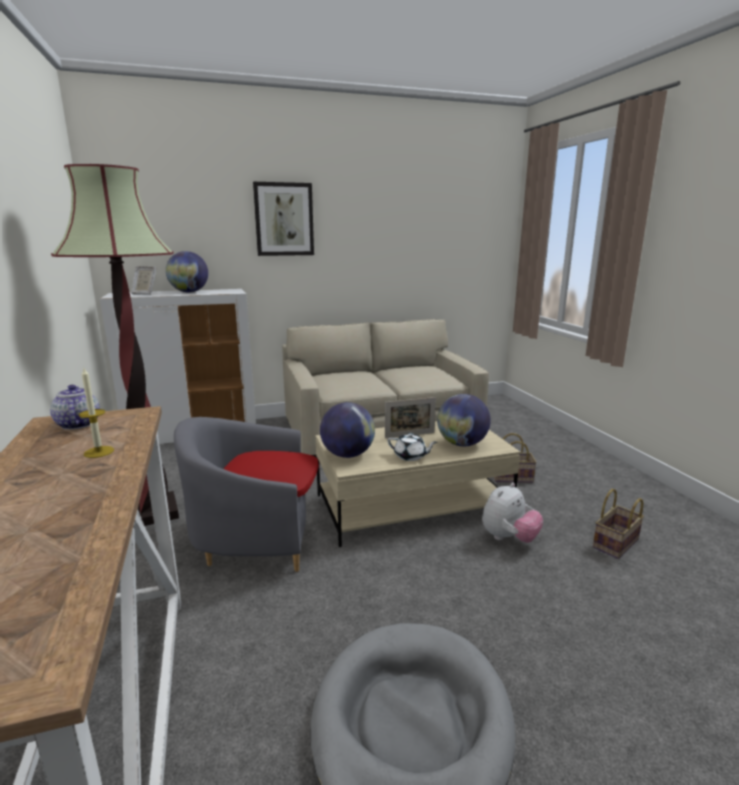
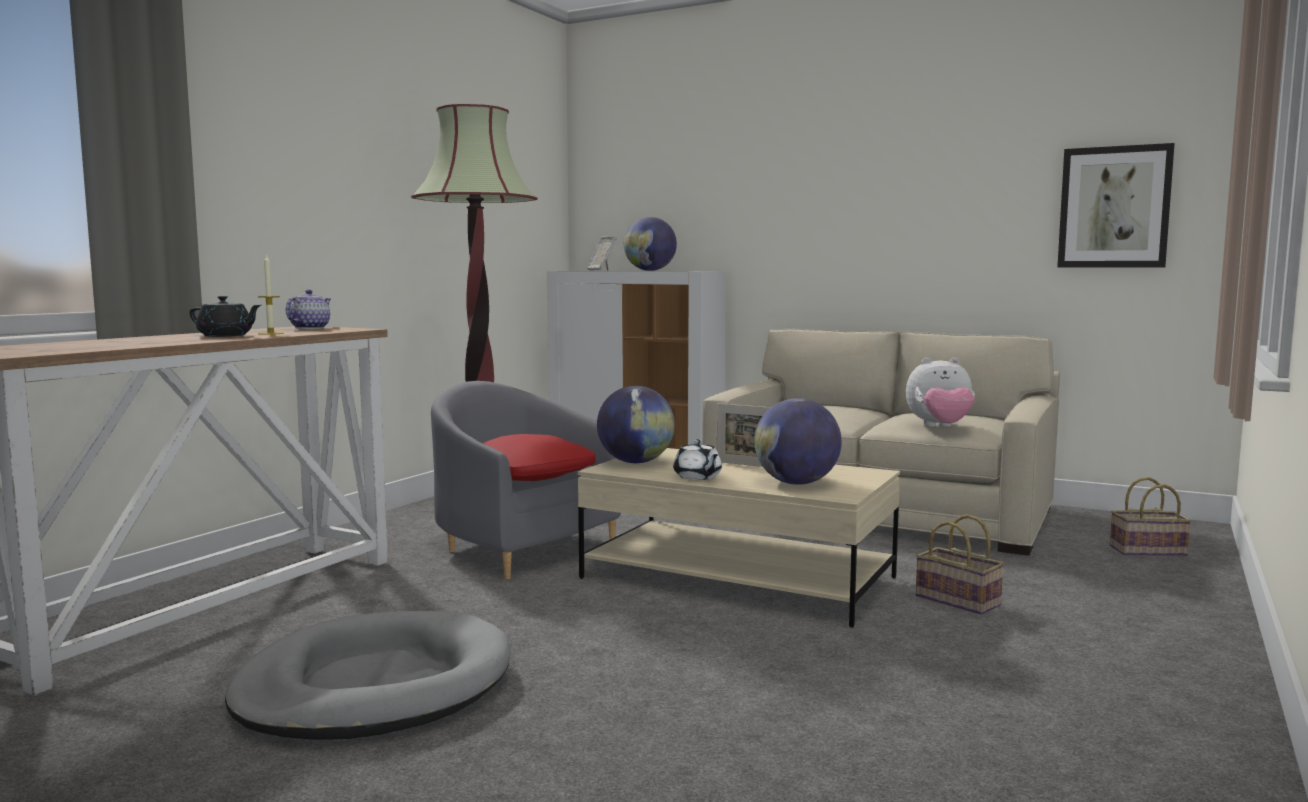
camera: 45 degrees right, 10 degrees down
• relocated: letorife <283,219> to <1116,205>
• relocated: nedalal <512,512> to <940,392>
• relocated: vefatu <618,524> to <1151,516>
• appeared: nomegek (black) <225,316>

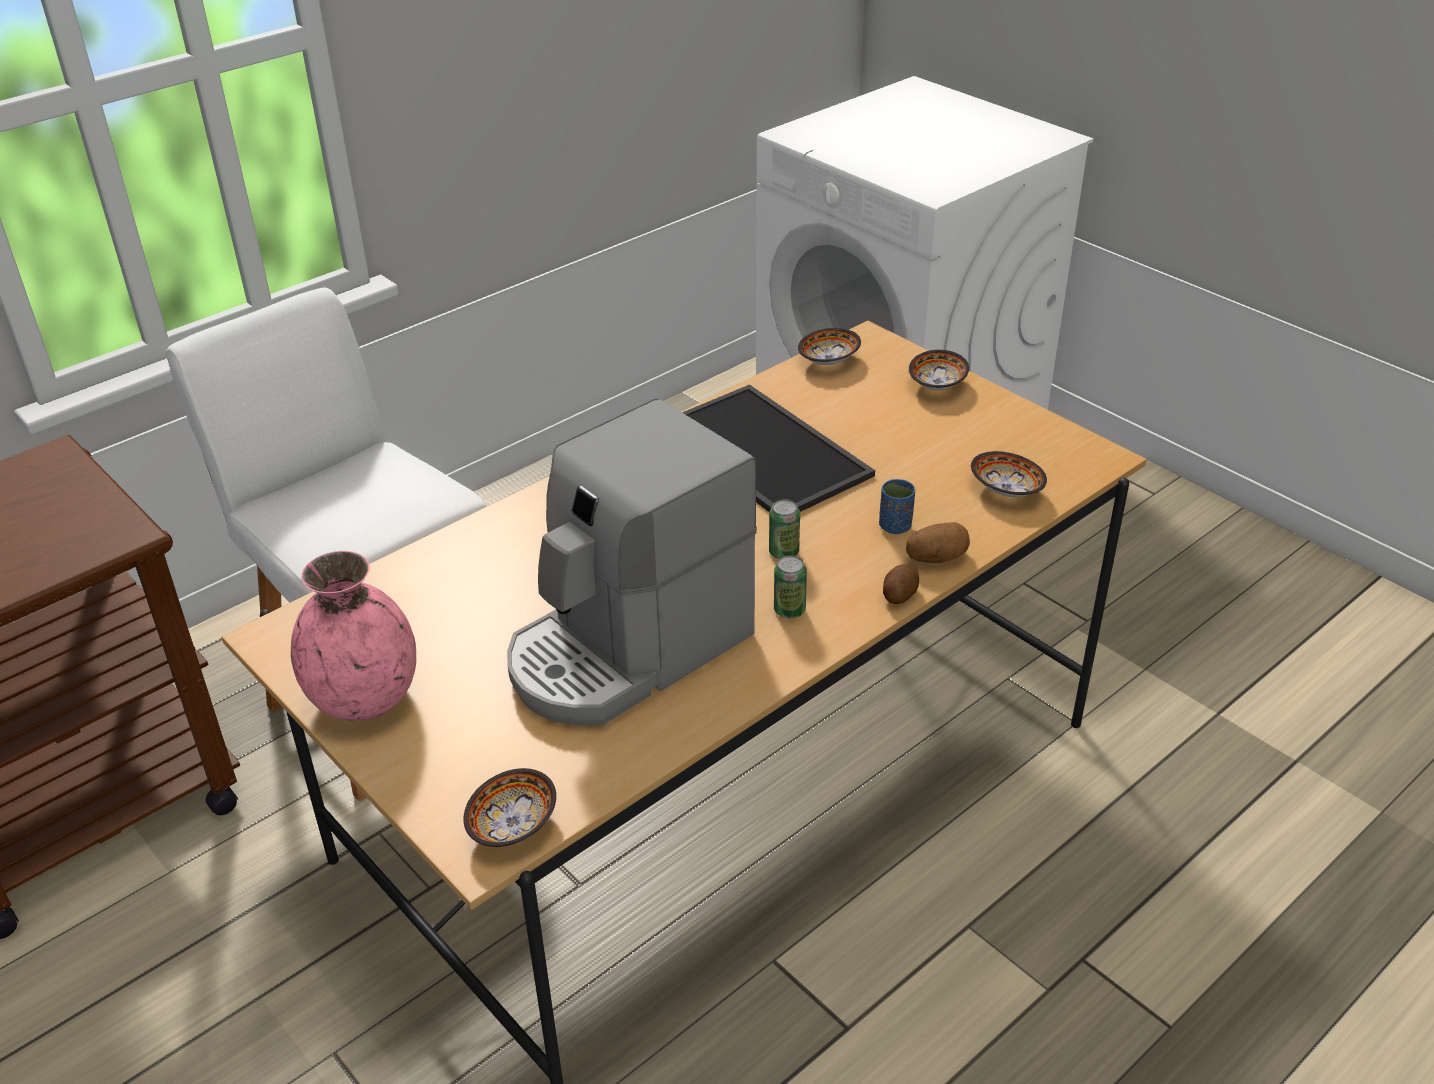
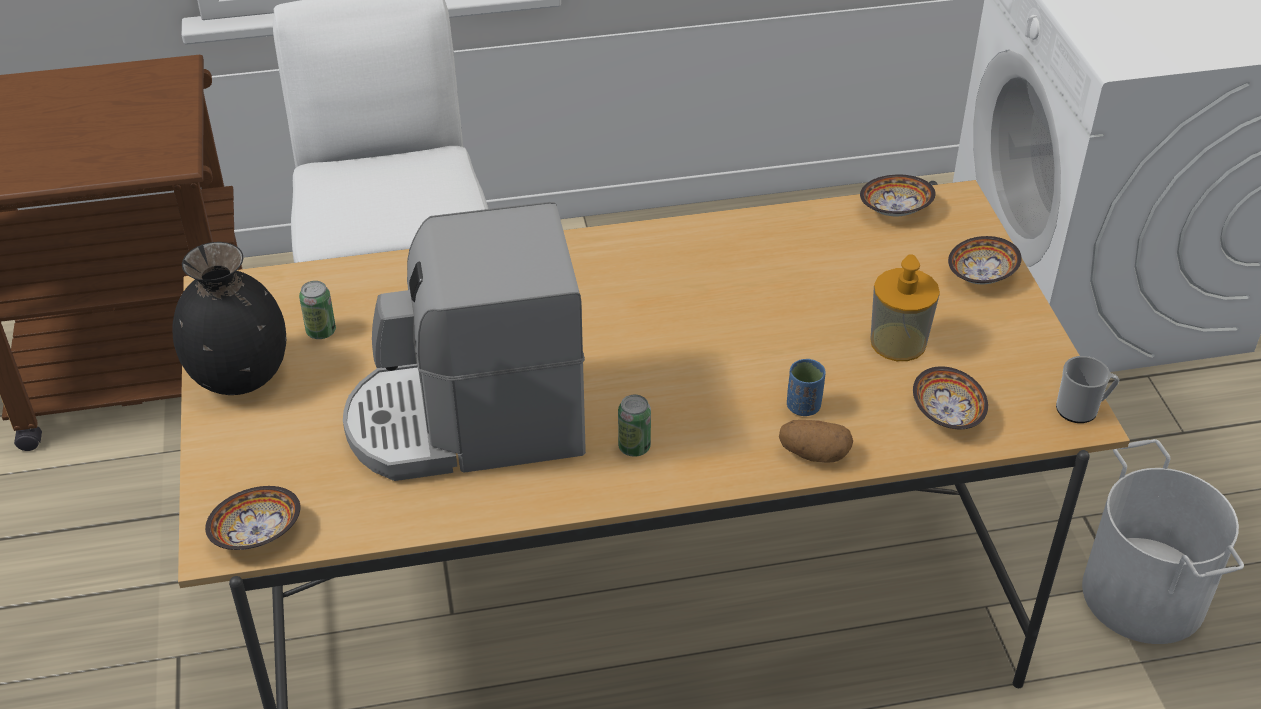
camera: 30 degrees right, 5 degrees up
• colour: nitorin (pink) <353,636> to nitorin (black) <229,318>
• missing: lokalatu <778,448>
• relocated: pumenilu <784,529> to <317,310>
• missing: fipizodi <901,584>
• appeared: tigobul <905,307>
• appeared: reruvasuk <1087,389>
• appeared: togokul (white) <1163,541>

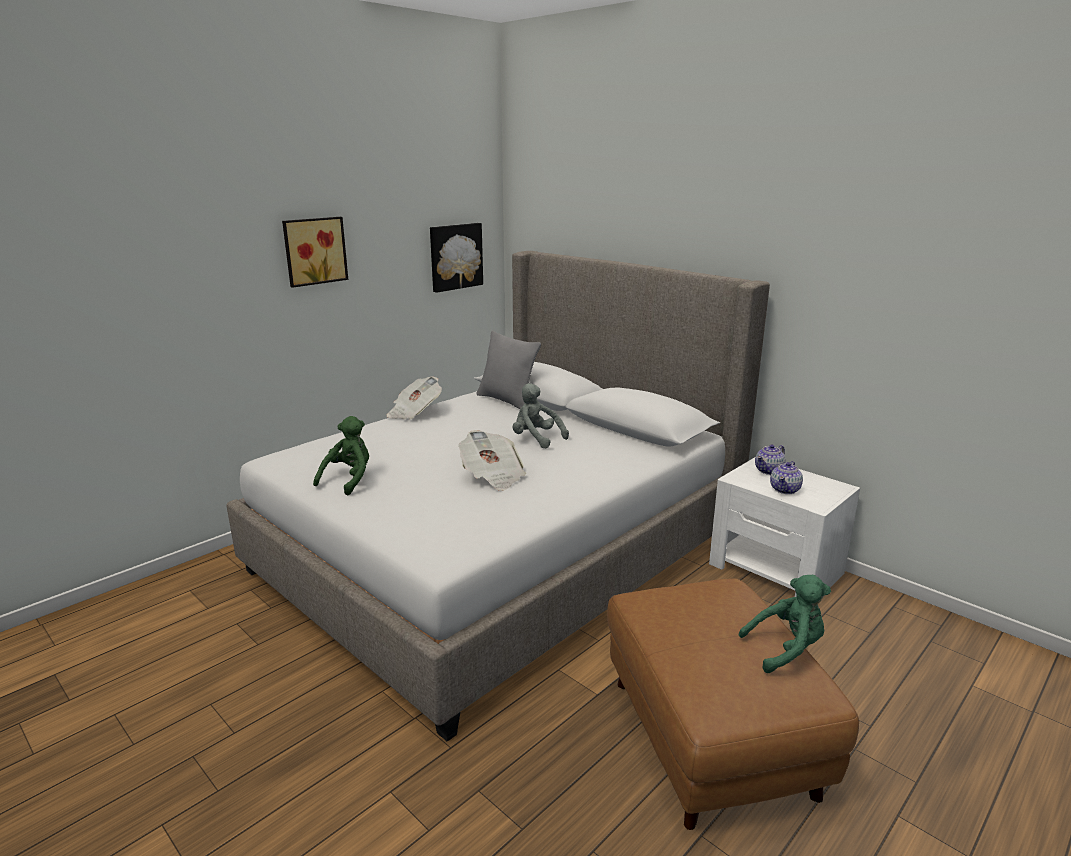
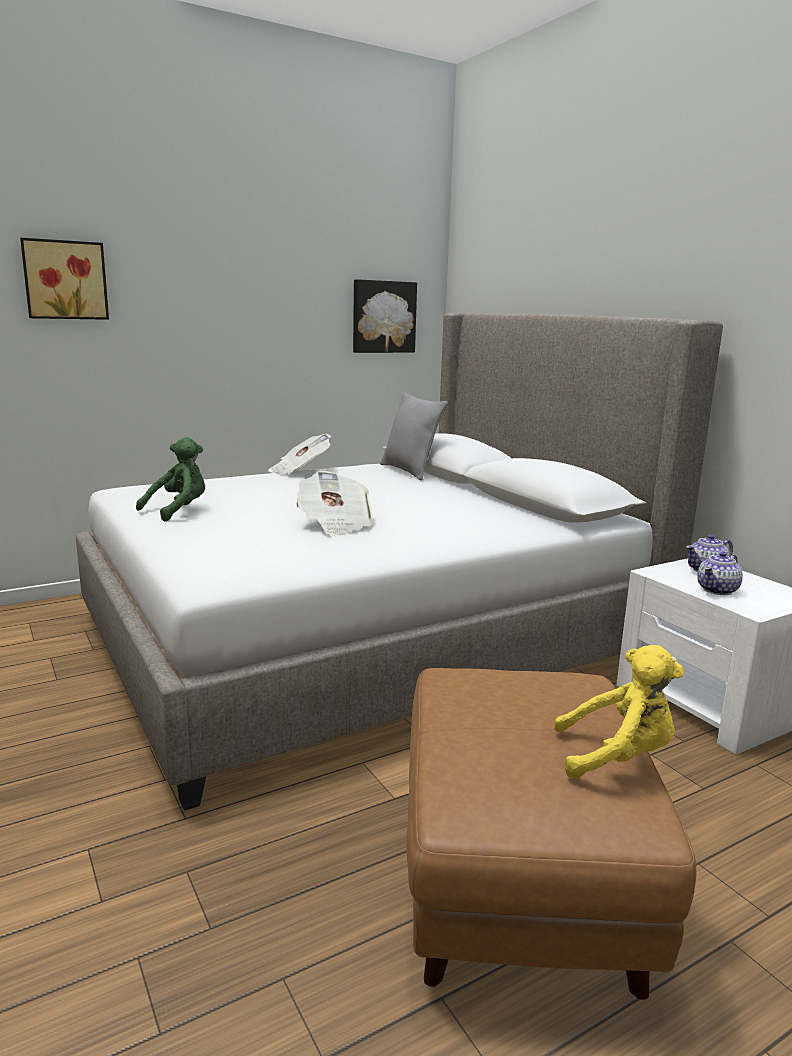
camera: 15 degrees right, 5 degrees down
• relocated: letorife <315,252> to <64,279>
• missing: nedalal (grey) <541,415>
• colour: nedalal (green) <785,624> to nedalal (yellow) <619,712>

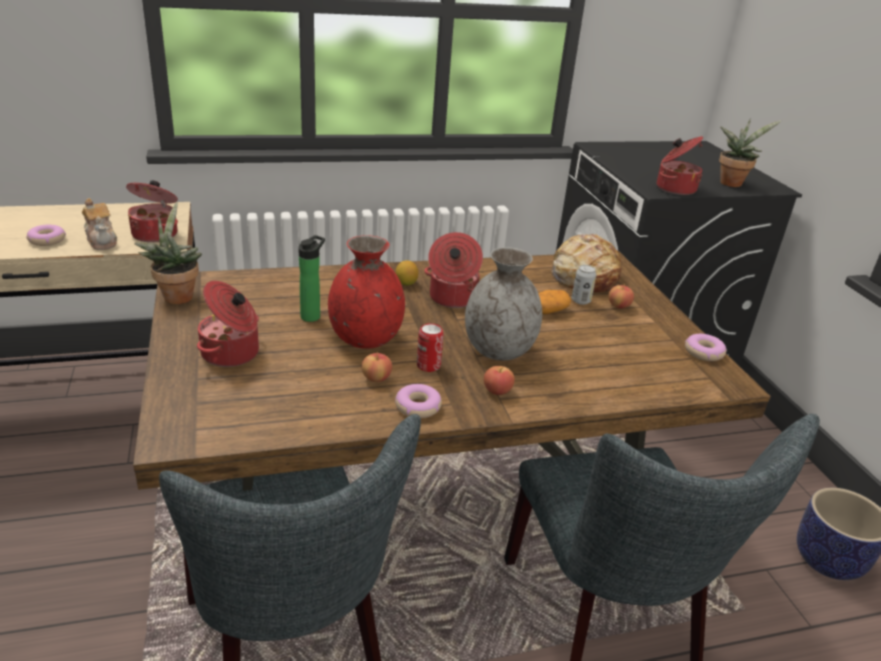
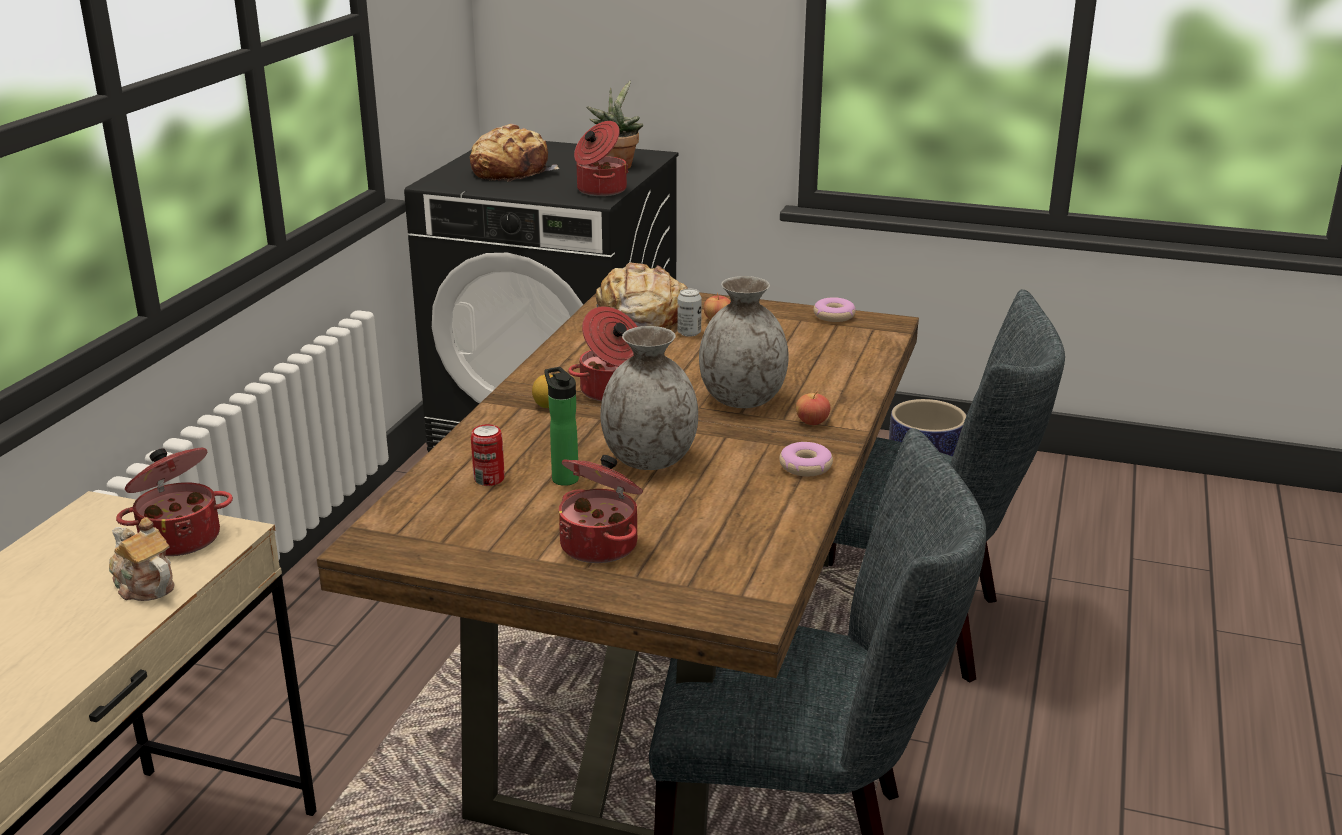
camera: 55 degrees left, 5 degrees down
• missing: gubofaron <46,235>
• spun: nomegek <99,224> = <141,559> 135 degrees counterclockwise
• missing: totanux <168,253>
• colour: nitorin (red) <366,292> to nitorin (grey) <649,398>
• missing: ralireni <377,367>
• relocated: pumenilu <430,347> to <488,455>
• missing: fipizodi <554,302>
• appeared: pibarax <514,153>

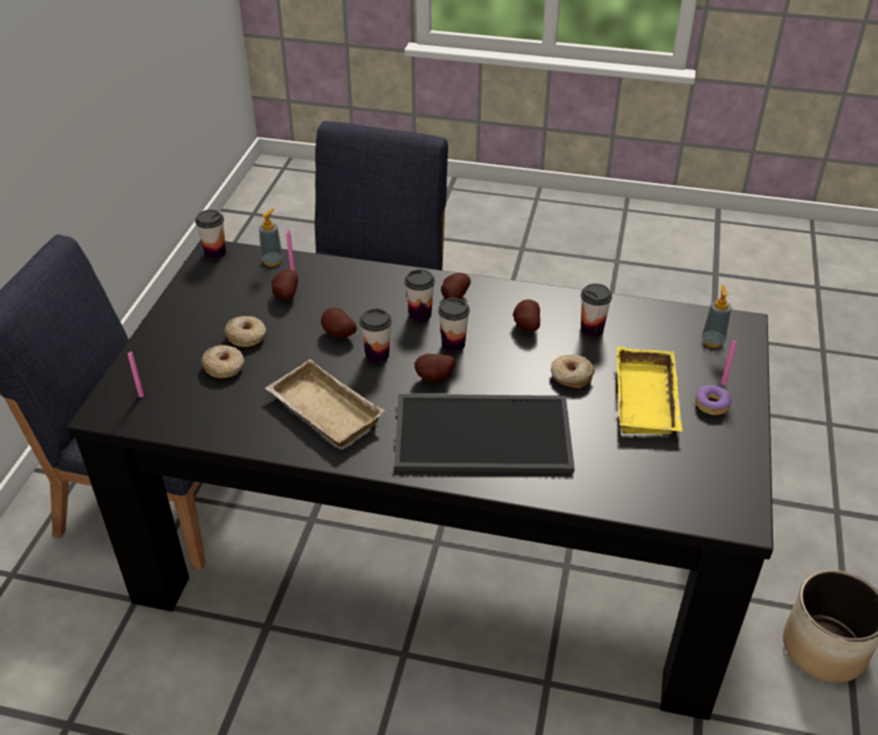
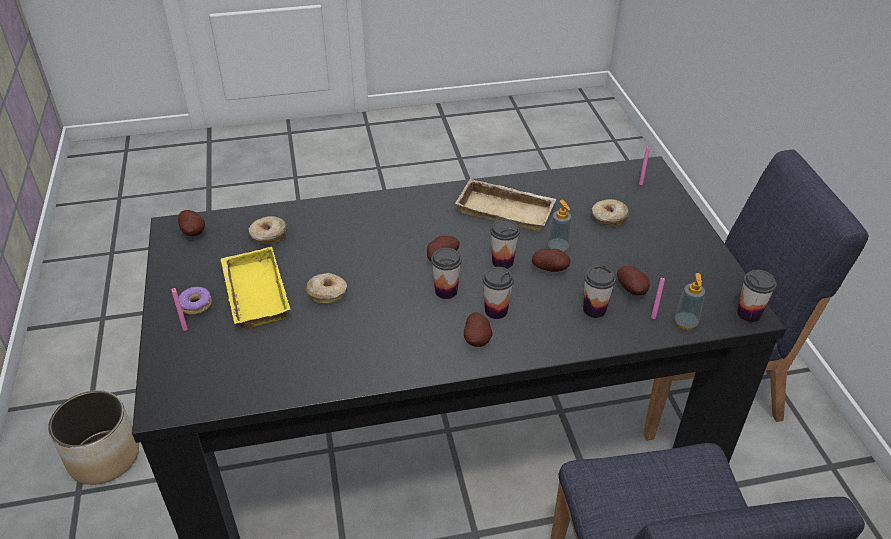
camera: 155 degrees right, 0 degrees up
• relocated: gubofaron <245,331> to <268,230>
• missing: lokalatu <484,433>
• relocated: fipizodi <526,315> to <191,223>
• relocated: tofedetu <596,310> to <599,292>
• relocated: tigobul <716,316> to <559,226>

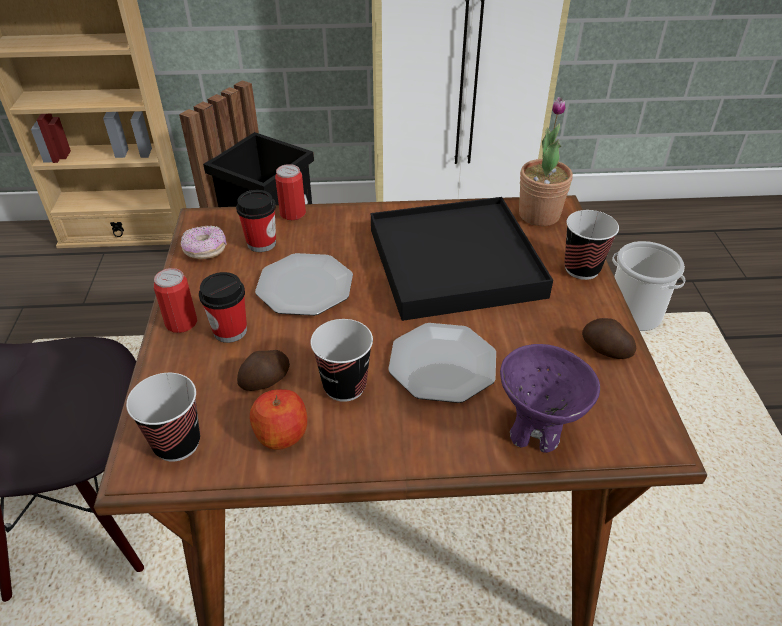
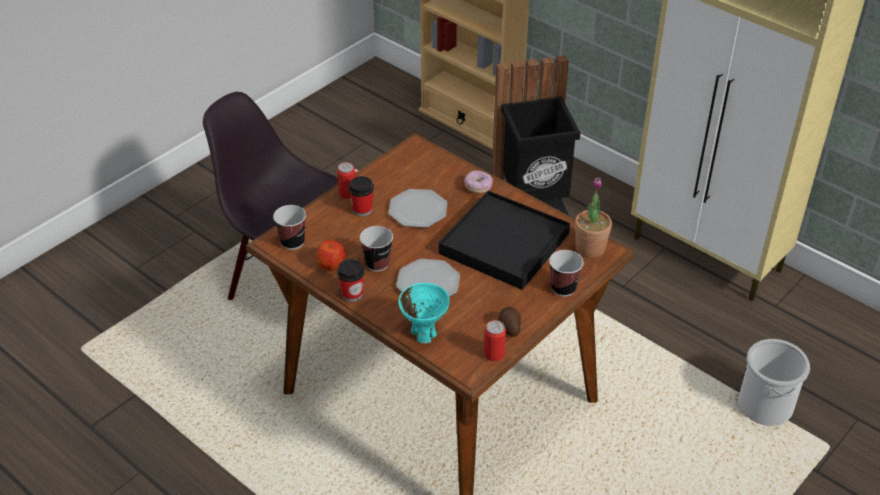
camera: 45 degrees right, 0 degrees up
• relocated: gubofaron <204,242> to <478,181>
• relocated: tofedetu <256,221> to <351,280>
• missing: fipizodi <263,370>
• relocated: pumenilu <290,192> to <495,341>
• colour: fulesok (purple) <550,398> to fulesok (turquoise) <424,313>

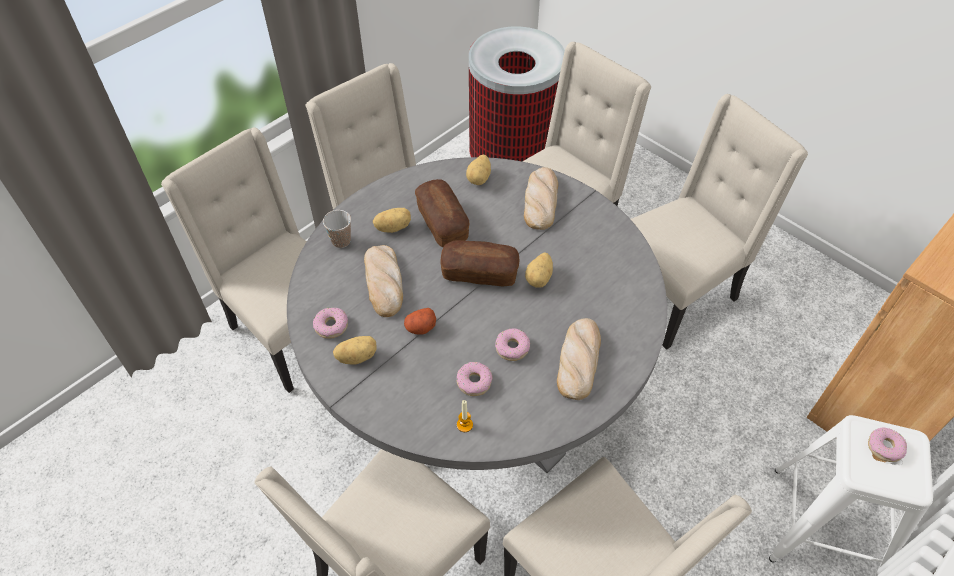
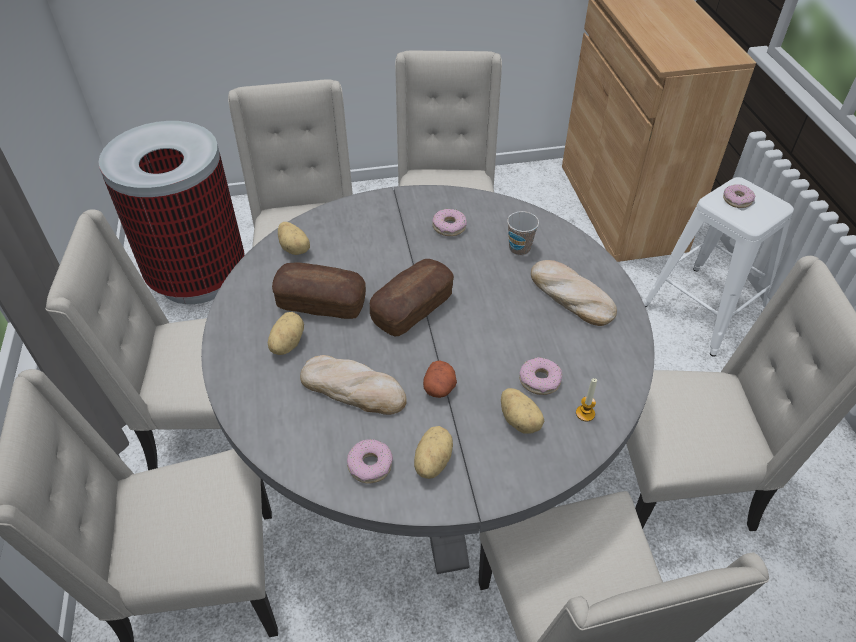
camera: 55 degrees left, 5 degrees down
• relocated: tofedetu <337,229> to <523,233>
• relocated: gubofaron <512,344> to <449,222>
• missing: pibarax <541,198>
• relocated: fipizodi <539,270> to <523,411>

